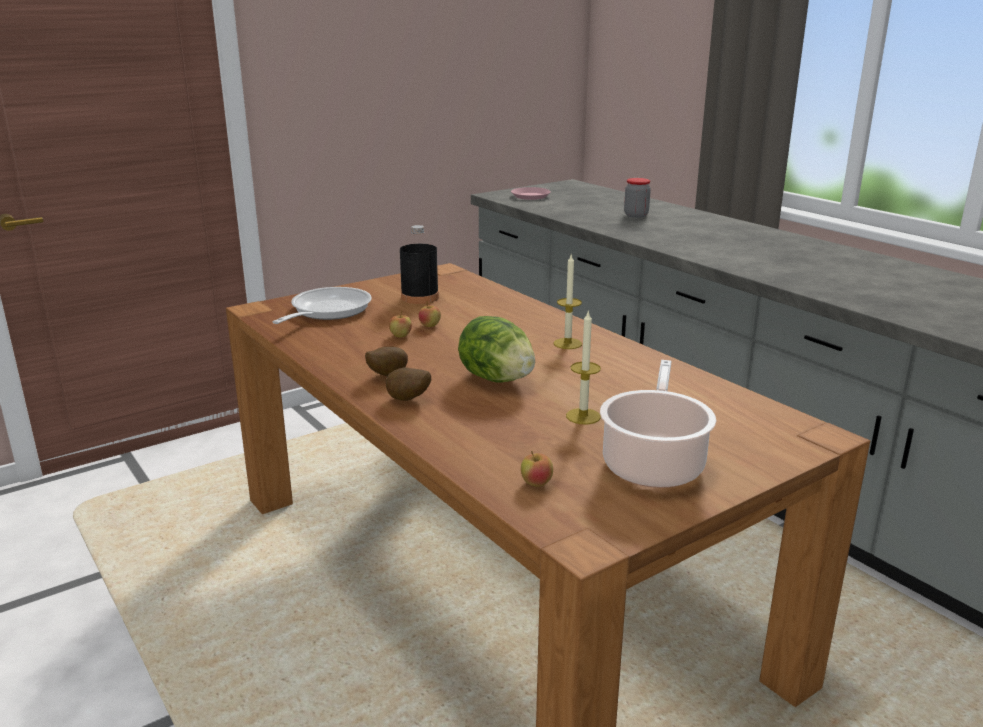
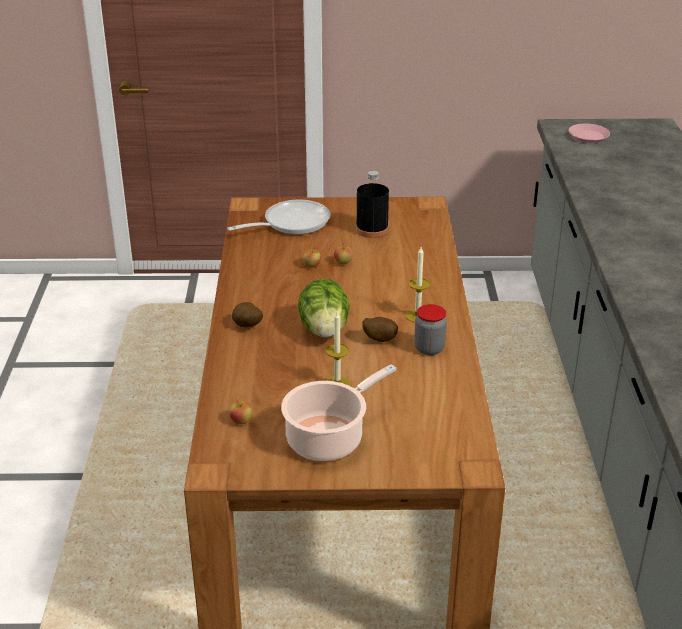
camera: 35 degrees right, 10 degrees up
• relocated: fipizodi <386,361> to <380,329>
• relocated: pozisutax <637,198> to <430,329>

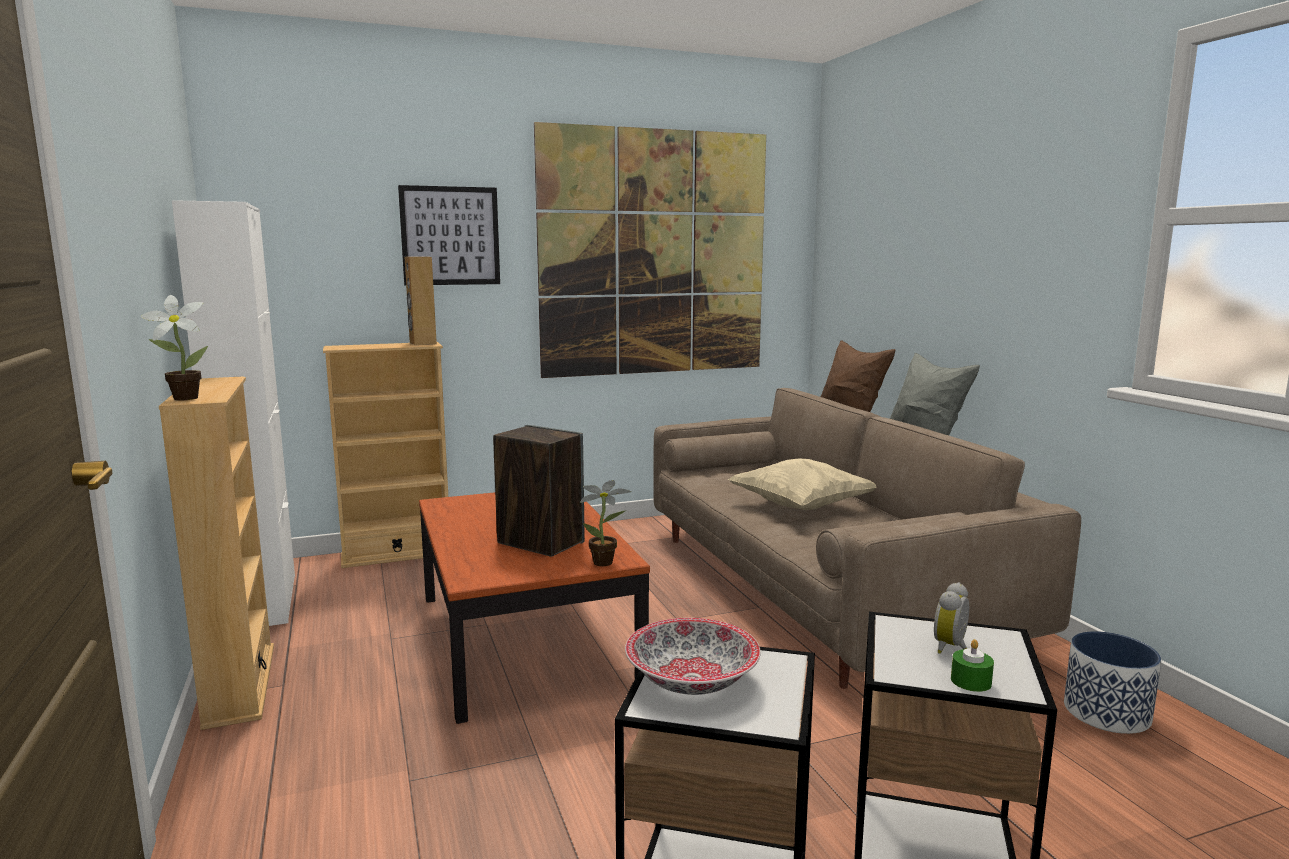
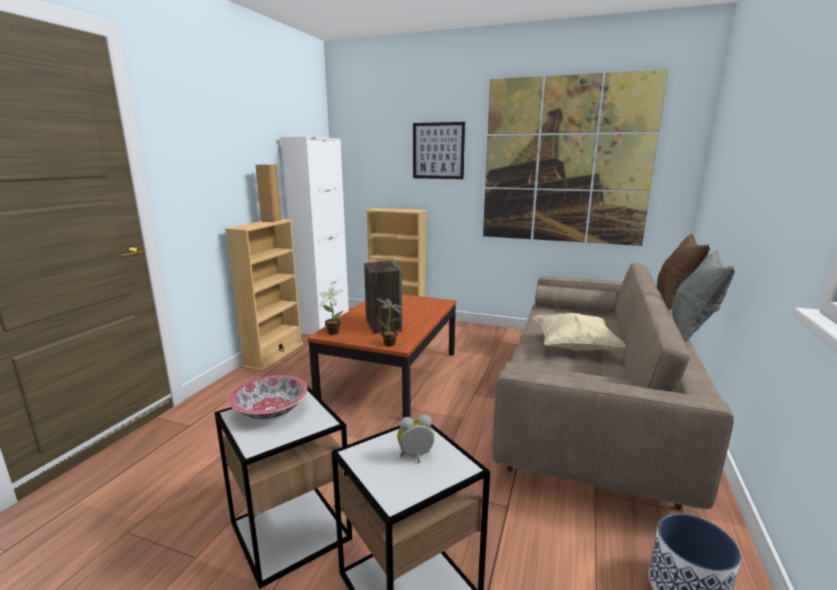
camera: 40 degrees right, 5 degrees up
• relocated: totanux <174,348> to <331,309>
• relocated: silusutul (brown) <421,301> to <268,193>
• missing: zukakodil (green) <972,665>

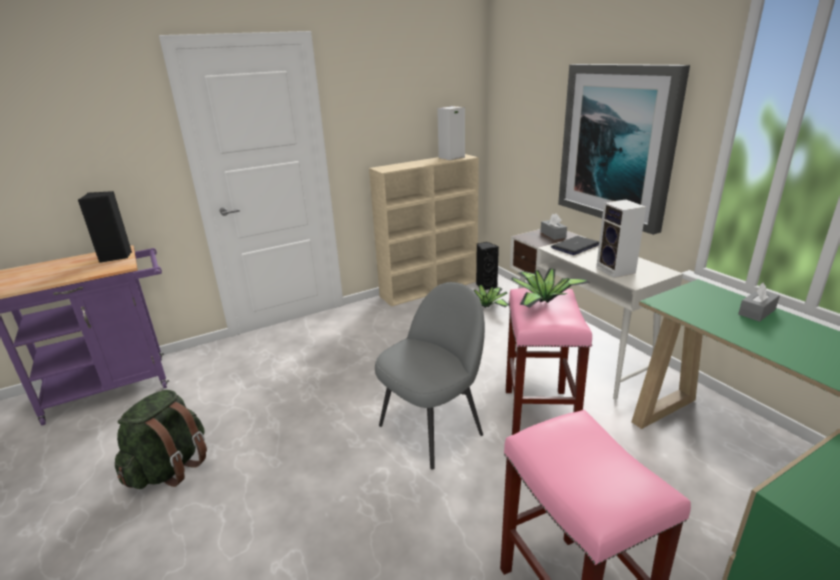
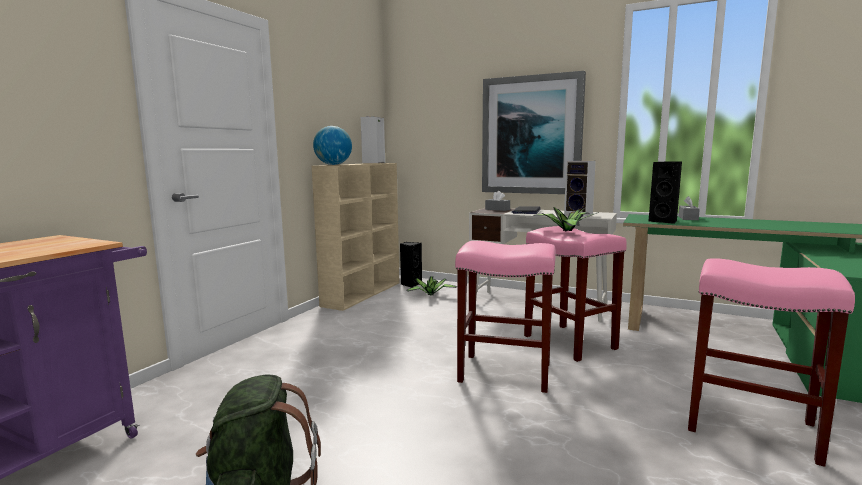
camera: 35 degrees left, 15 degrees down
• relocated: silusutul (black) <105,227> to <665,193>
• exchanged: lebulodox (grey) <430,376> to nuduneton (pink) <505,317>
• appeared: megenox <332,145>

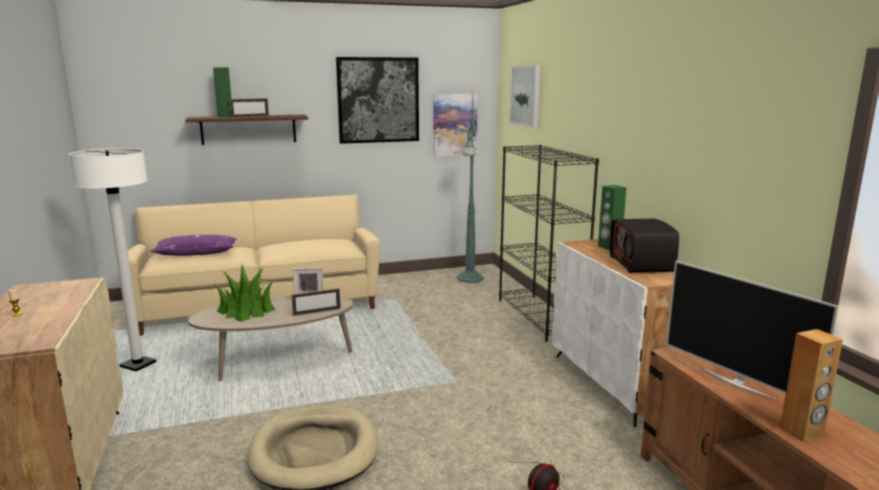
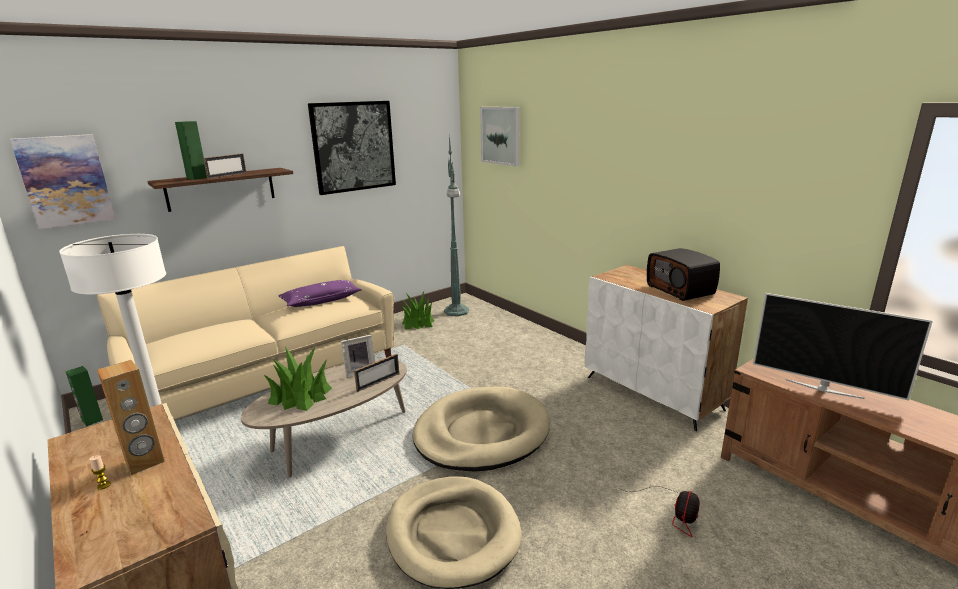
camera: 20 degrees left, 5 degrees up
• relocated: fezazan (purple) <193,245> to <320,293>
• relocated: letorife <455,125> to <62,181>
• missing: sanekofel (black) <549,243>
• relocated: silusutul (green) <612,217> to <84,396>
• relocated: silusutul (brown) <811,385> to <131,417>
• appeared: totanux <418,310>
• appeared: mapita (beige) <481,429>

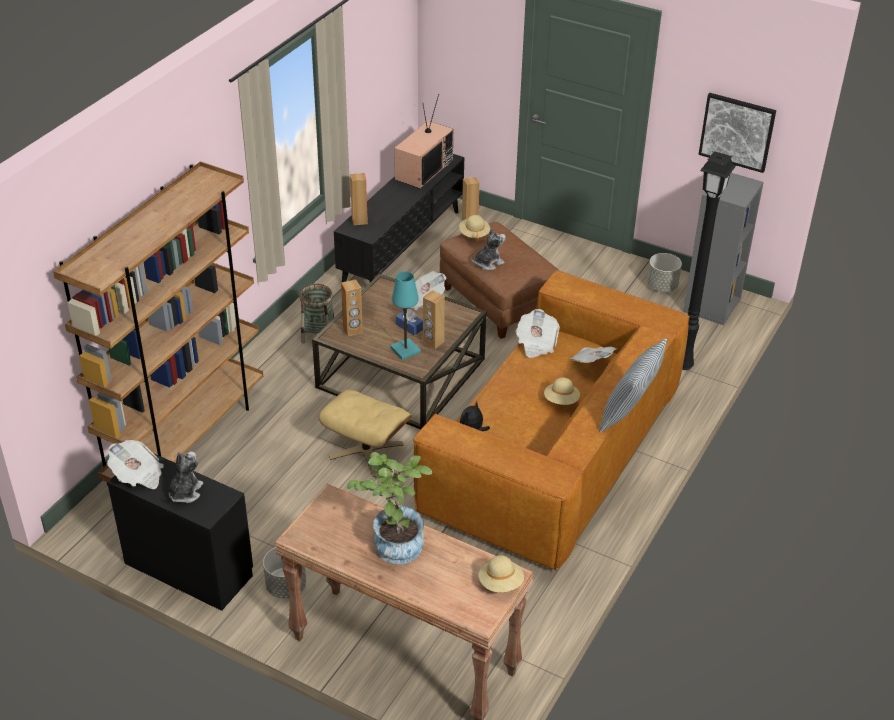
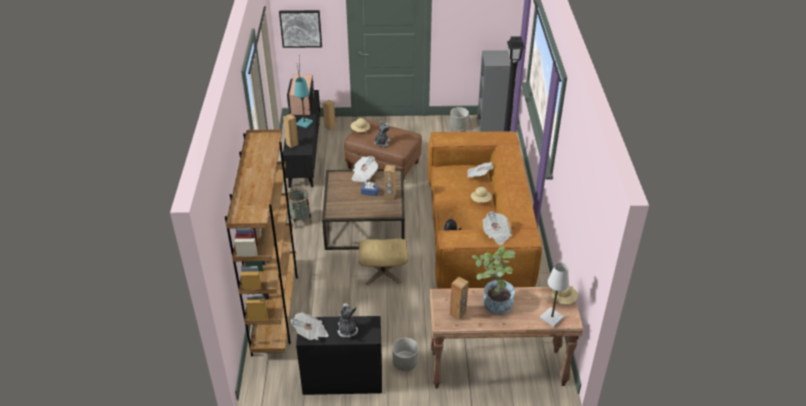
camera: 30 degrees left, 0 degrees up
• relocated: silusutul (brown) <352,307> to <459,298>
• relocated: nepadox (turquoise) <406,315> to <303,102>
• relocated: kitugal <538,333> to <497,228>
• missing: fezazan <633,385>
• relocated: letorife <737,133> to <300,29>
• appeared: nepadox (white) <554,294>

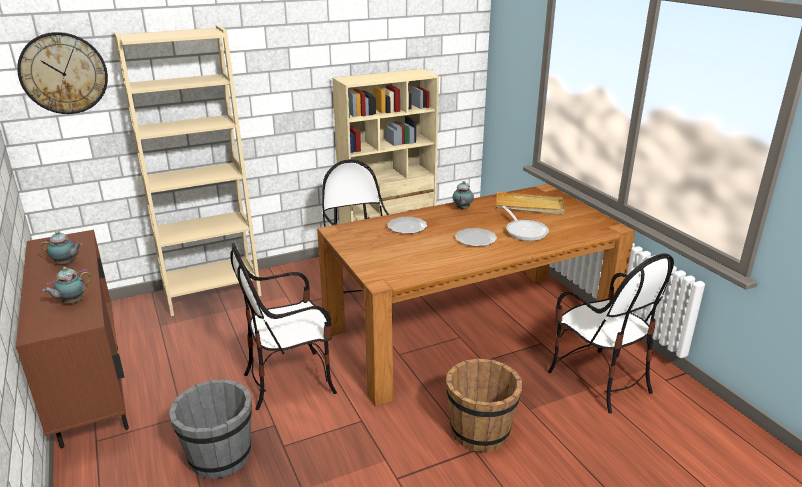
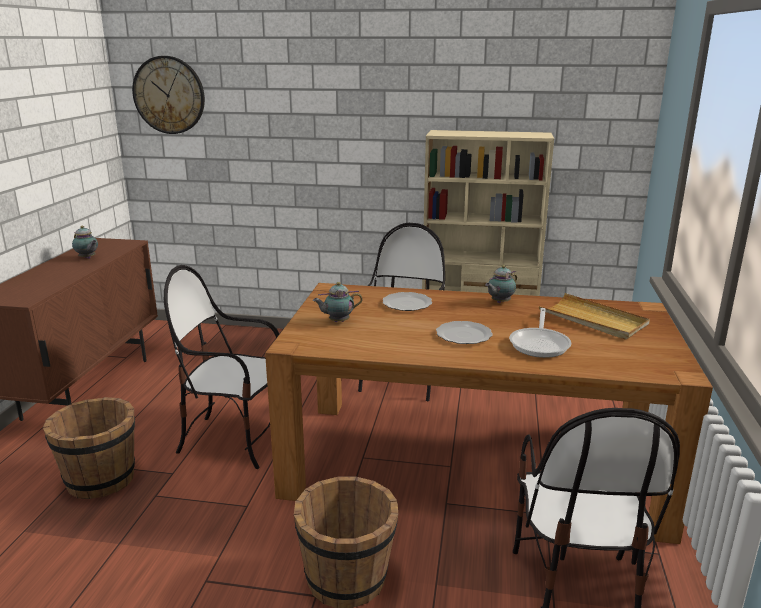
camera: 35 degrees right, 5 degrees down
• relocated: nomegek <67,285> to <338,302>
• missing: sanekofel (beige) <188,170>
• colour: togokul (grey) <210,429> to togokul (brown) <89,448>

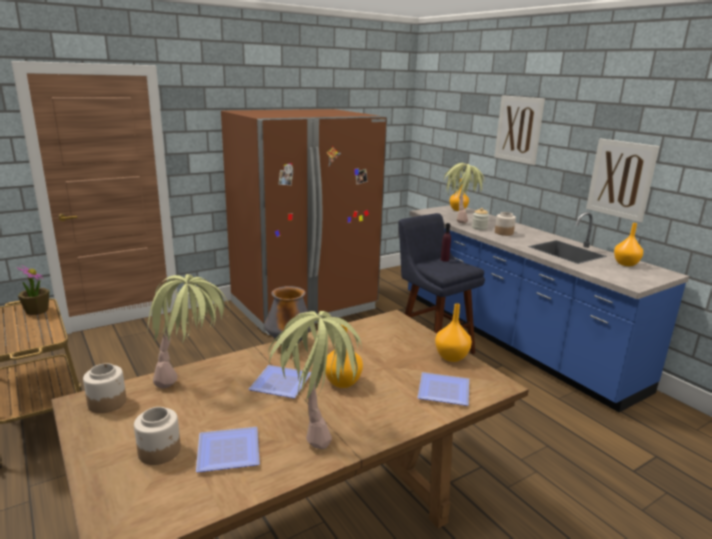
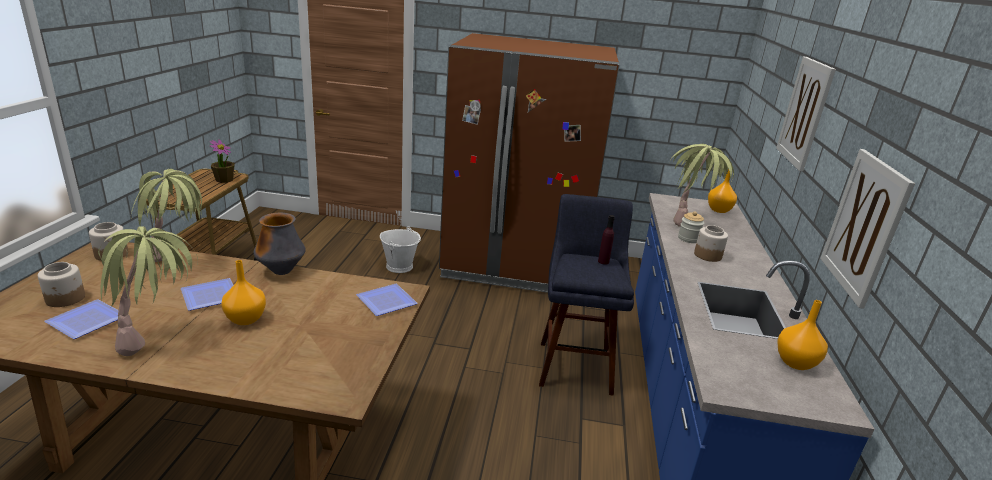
camera: 40 degrees right, 5 degrees up
• relocated: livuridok <443,389> to <387,300>
• missing: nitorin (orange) <453,332>
• appeared: togokul (white) <400,249>

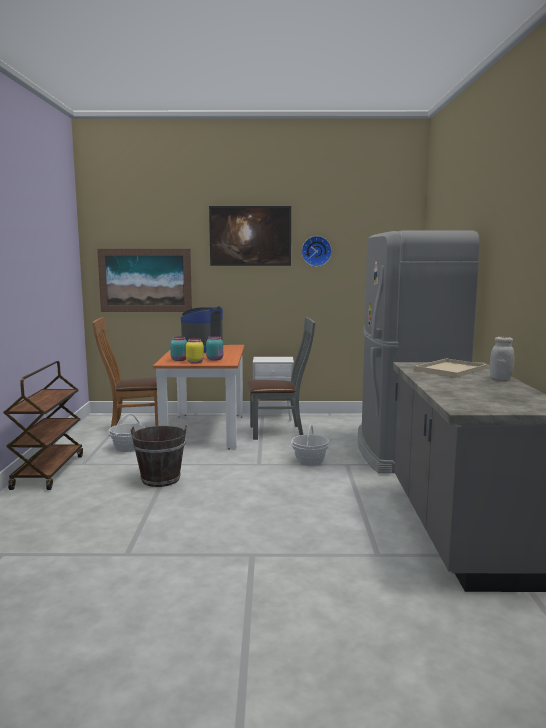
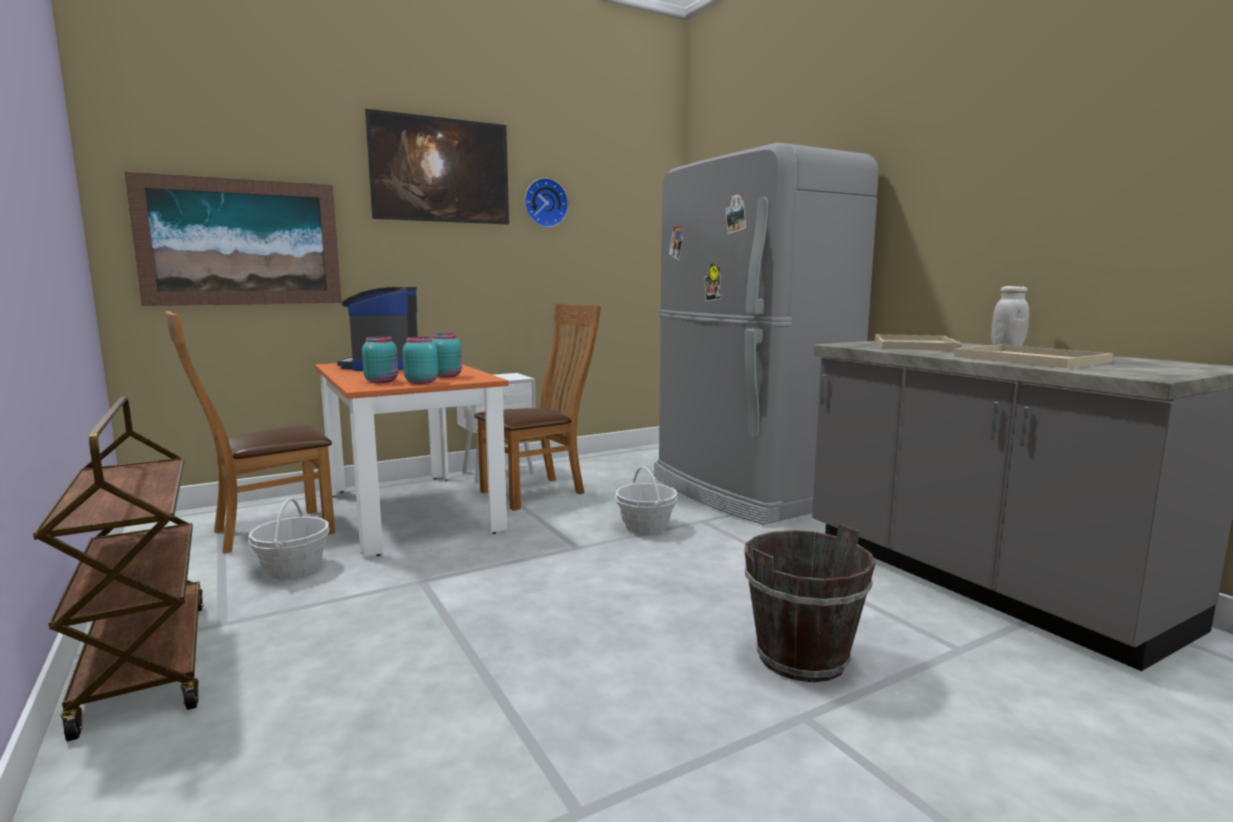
camera: 30 degrees left, 0 degrees up
• relocated: togokul (brown) <159,456> to <810,603>
• colour: pozisutax (yellow) <195,351> to pozisutax (turquoise) <420,360>
• colour: lebulodox (grey) <281,378> to lebulodox (brown) <537,407>
• appeared: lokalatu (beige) <1033,356>

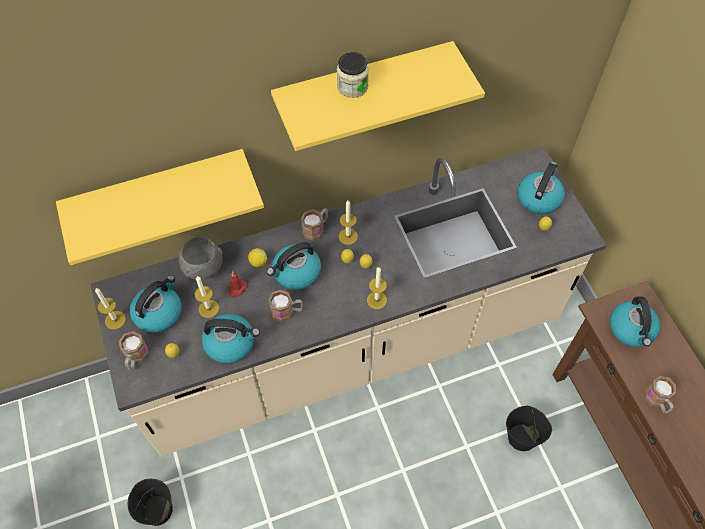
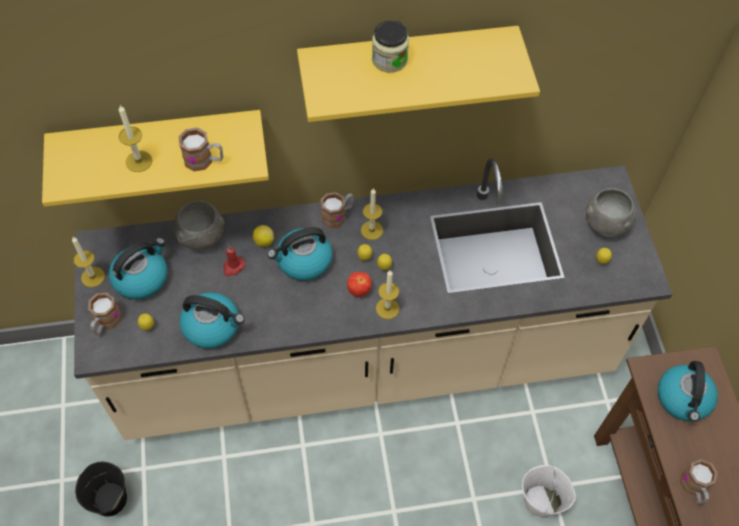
camera: 10 degrees right, 0 degrees up
• relocated: zukakodil <207,297> to <135,138>
• relocated: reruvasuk <285,306> to <200,149>
• colour: togokul (black) <529,428> to togokul (white) <549,492>
• exchanged: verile <541,187> to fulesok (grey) <611,213>
• appeared: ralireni <359,284>

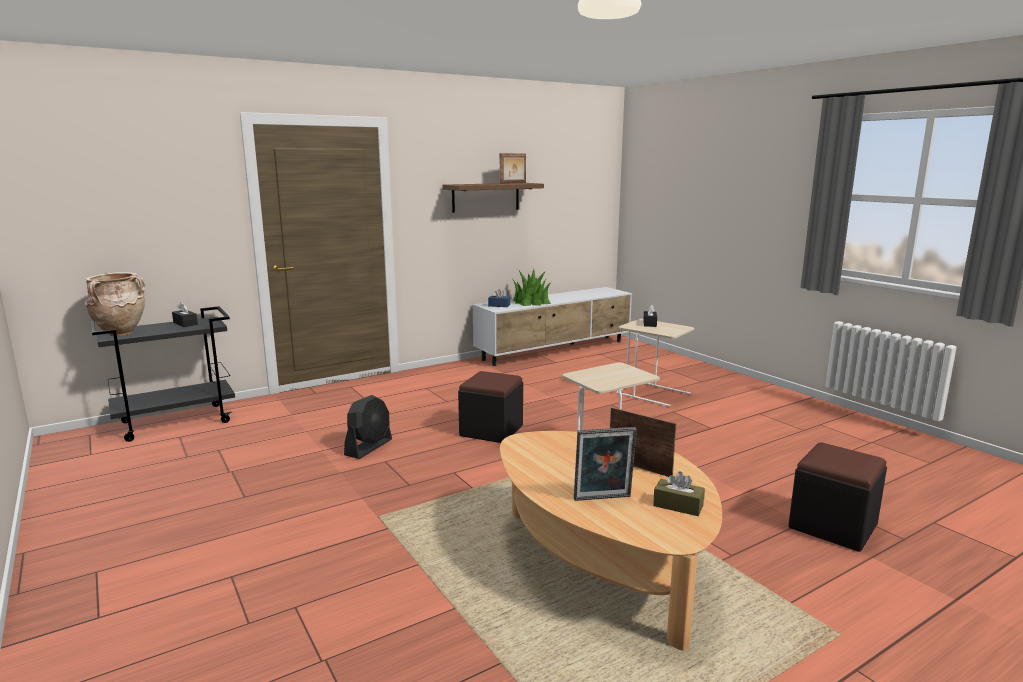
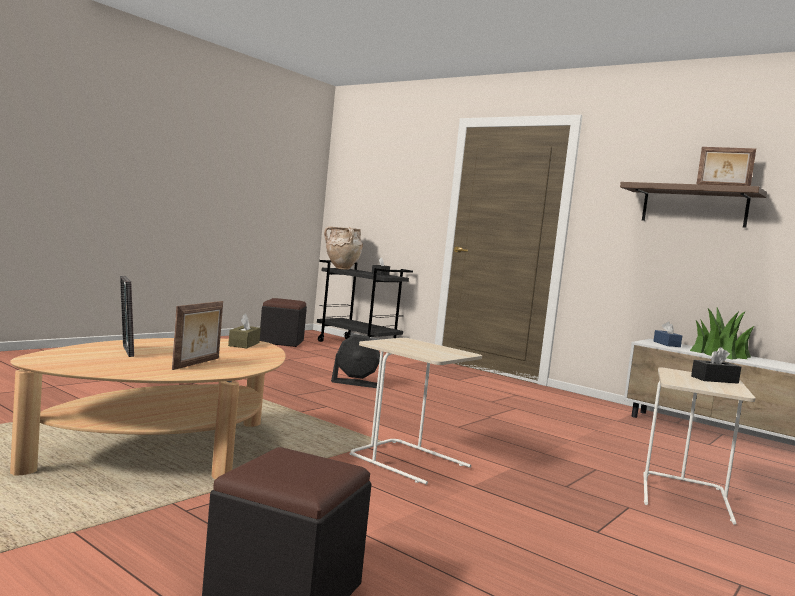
camera: 70 degrees right, 10 degrees down
• relocated: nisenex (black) <490,407> to <283,322>
• relocated: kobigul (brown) <679,493> to <244,330>

